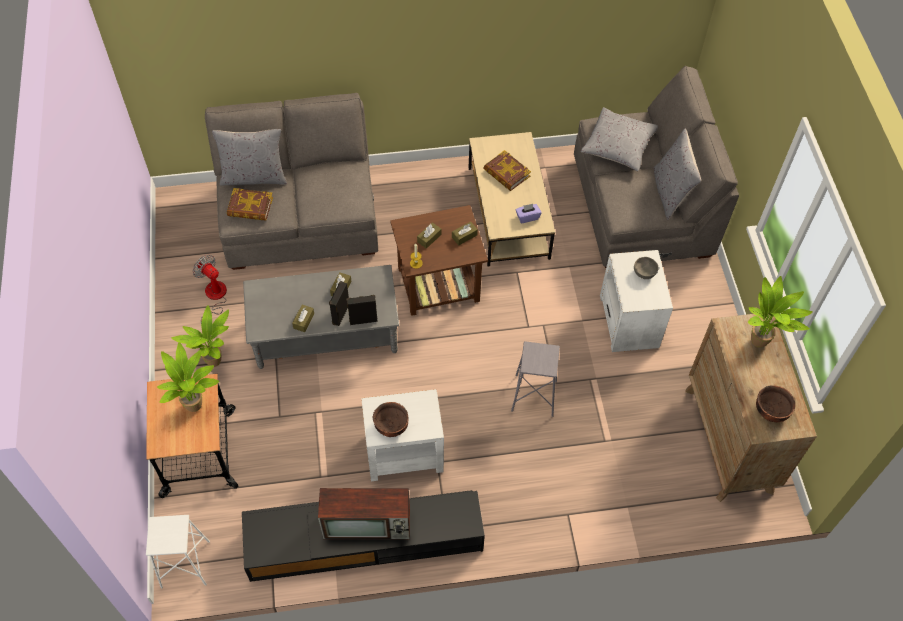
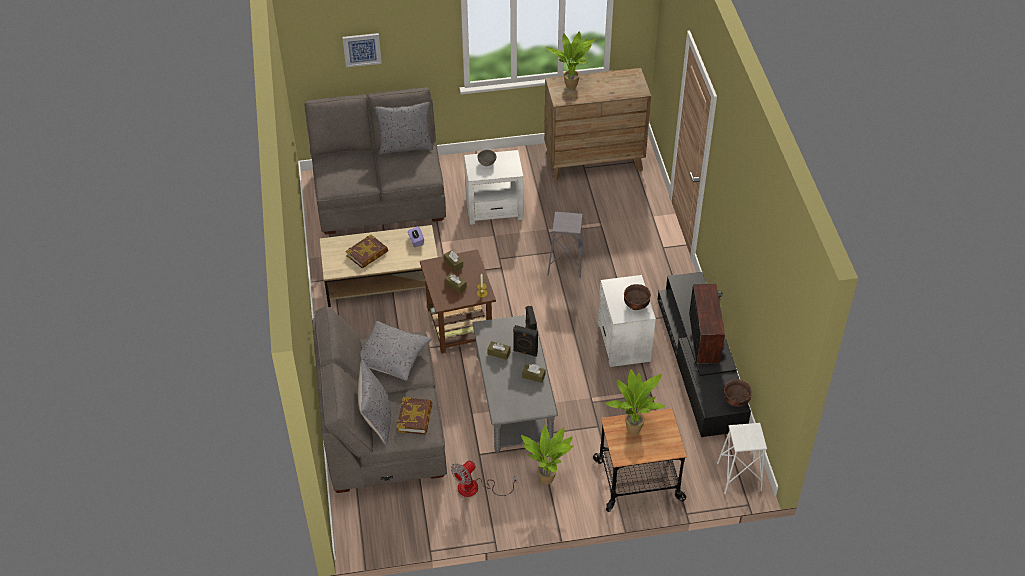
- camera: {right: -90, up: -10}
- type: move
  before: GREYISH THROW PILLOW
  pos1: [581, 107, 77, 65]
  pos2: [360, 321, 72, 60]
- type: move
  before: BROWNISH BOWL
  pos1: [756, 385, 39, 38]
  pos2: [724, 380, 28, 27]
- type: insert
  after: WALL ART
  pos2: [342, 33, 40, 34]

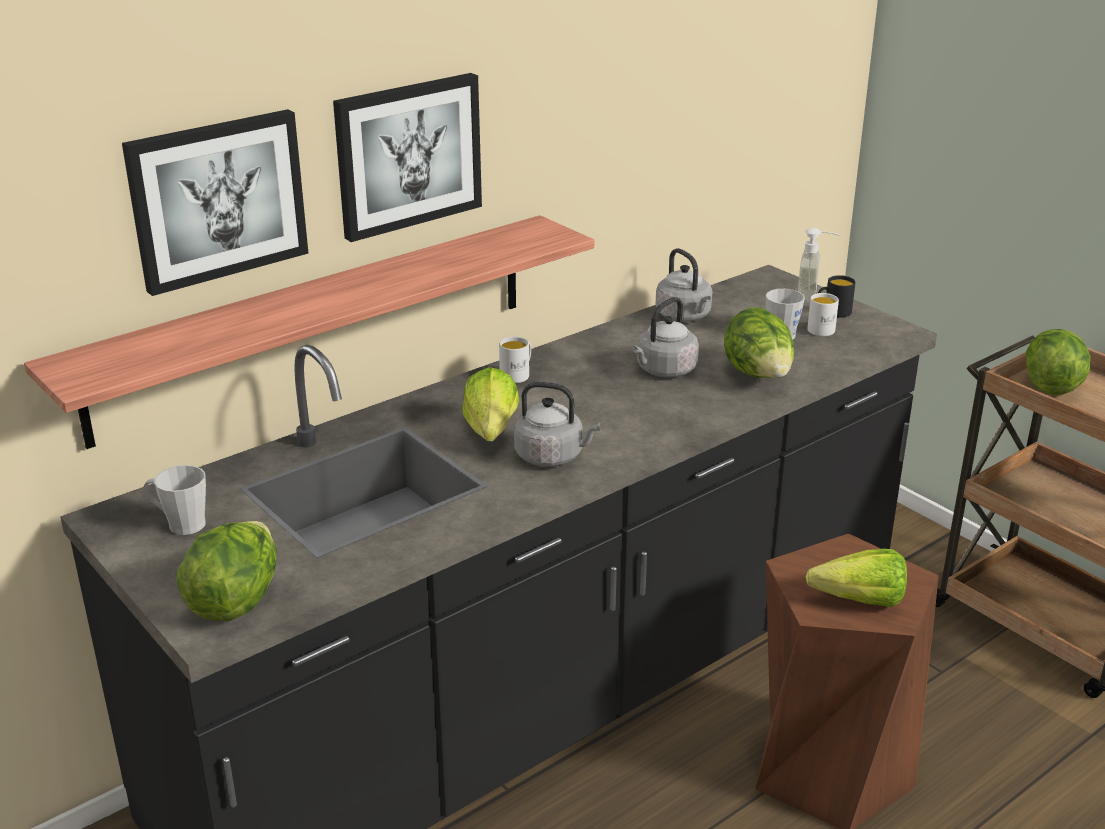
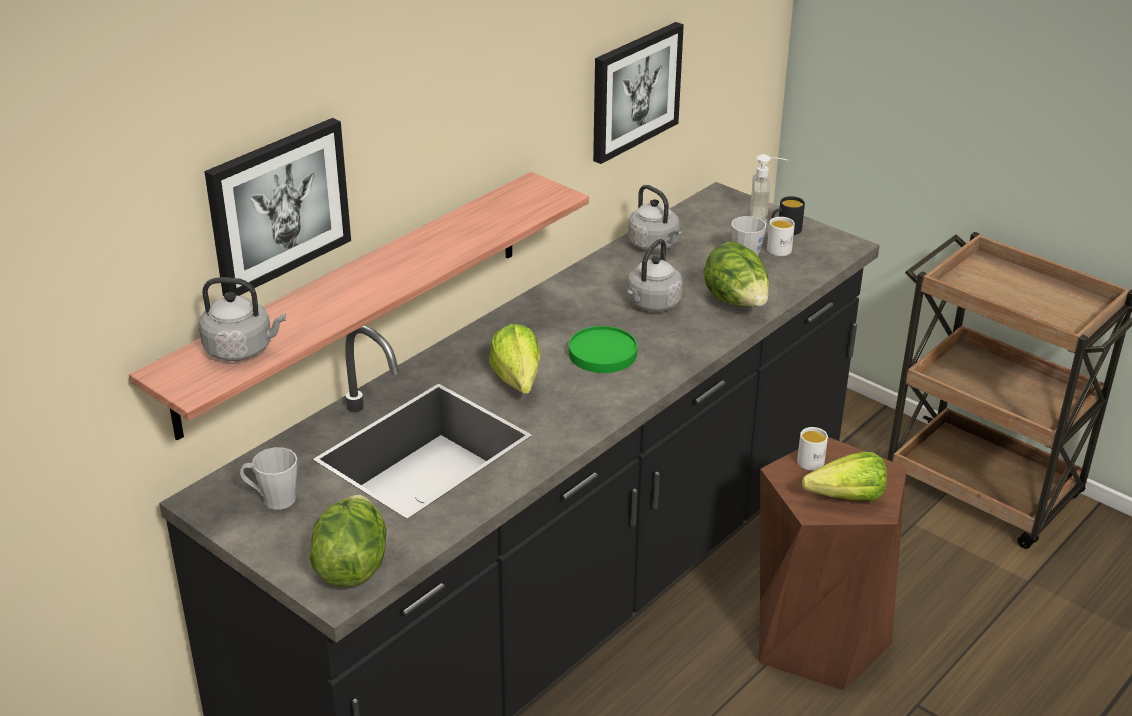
- camera: {right: -10, up: 5}
- type: move
  before: WALL ART
  pos1: [333, 73, 149, 169]
  pos2: [593, 22, 91, 142]
- type: move
  before: WHITE COFFEE MUG
  pos1: [499, 337, 32, 46]
  pos2: [797, 427, 31, 44]
- type: move
  before: GREYISH TEA KETTLE
  pos1: [514, 382, 86, 85]
  pos2: [199, 277, 87, 84]
- type: delete
  before: HEAD OF LETTUCE
  pos1: [1026, 329, 65, 66]
- type: insert
  after: GREEN PLATE
  pos2: [569, 326, 68, 47]

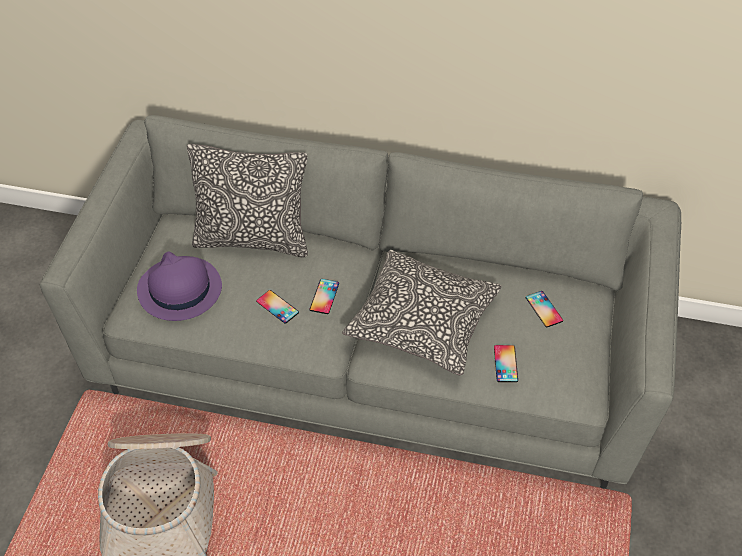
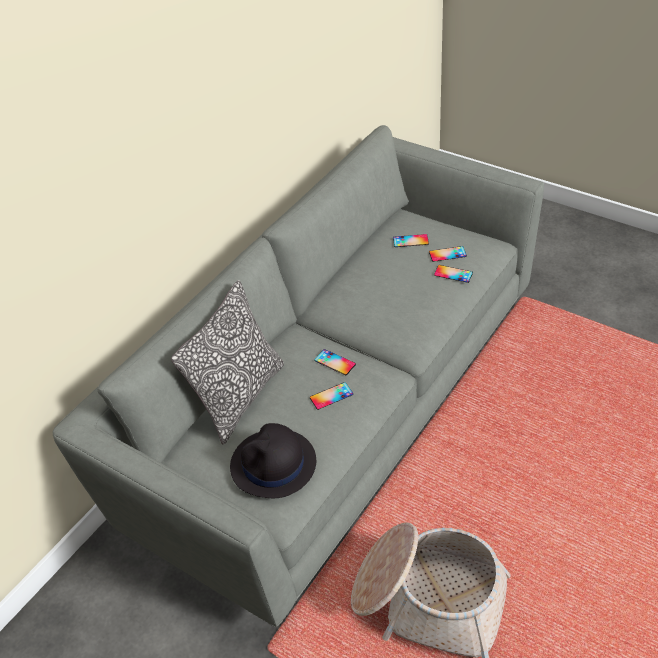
- camera: {right: -65, up: -5}
- type: recolor
  before: PURPLISH CLOTHING HAT
  after: BLACK CLOTHING HAT
  pos1: [137, 252, 85, 69]
  pos2: [230, 423, 86, 75]
- type: delete
  before: THROW PILLOW
  pos1: [342, 250, 159, 125]
- type: insert
  after: PHONE
  pos2: [429, 246, 38, 16]

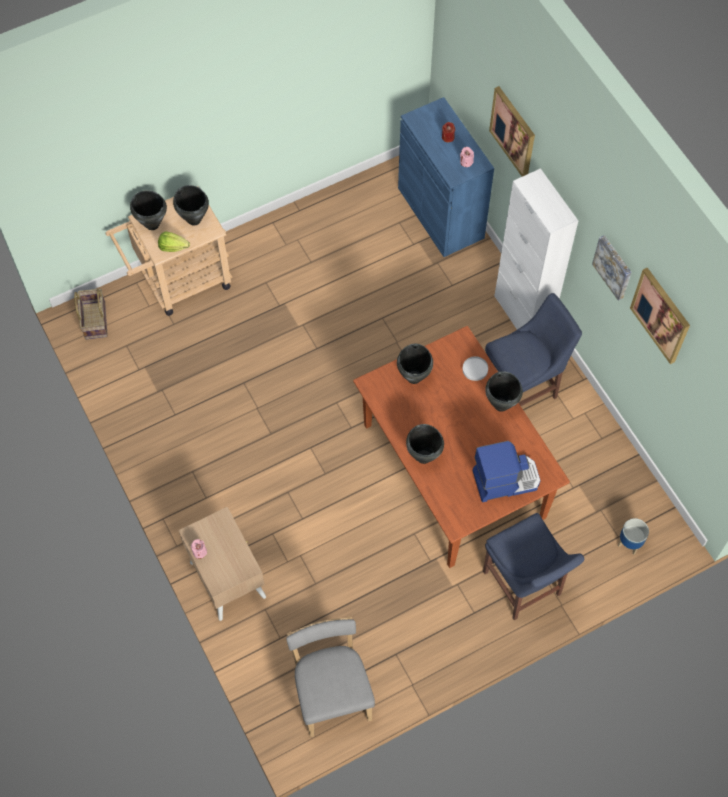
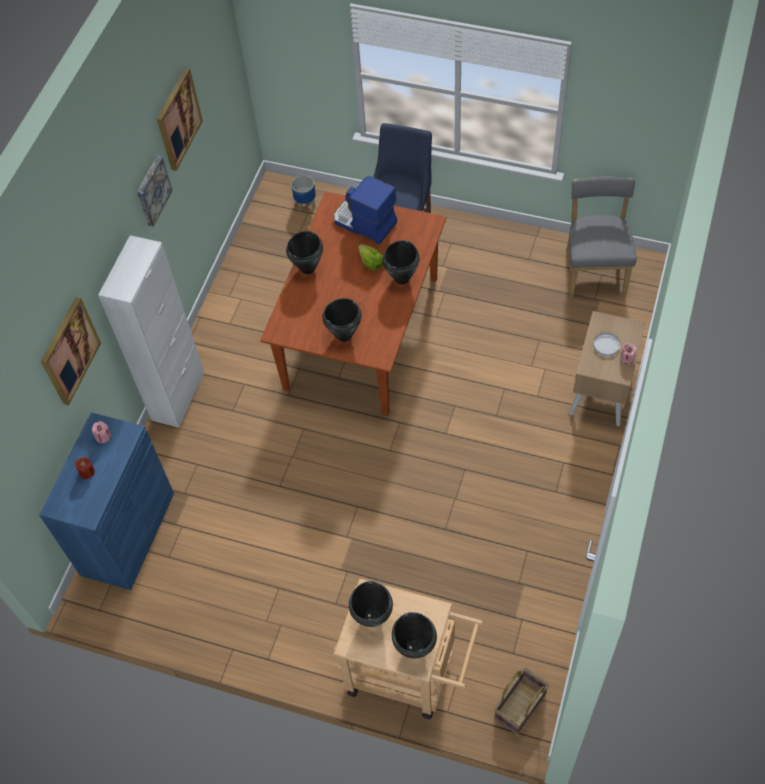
- camera: {right: -130, up: -5}
- type: move
  before: HEAD OF LETTUCE
  pos1: [158, 232, 32, 20]
  pos2: [358, 244, 25, 26]
- type: rotate
  before: GREYISH UPRIGHT CHAIR
  pos1: [286, 616, 89, 121]
  pos2: [566, 177, 71, 120]
  turn: 150
- type: move
  before: WHITE PLATE
  pos1: [463, 356, 25, 25]
  pos2: [593, 332, 28, 25]
- type: delete
  before: BLUISH UPRIGHT CHAIR
  pos1: [485, 293, 97, 113]

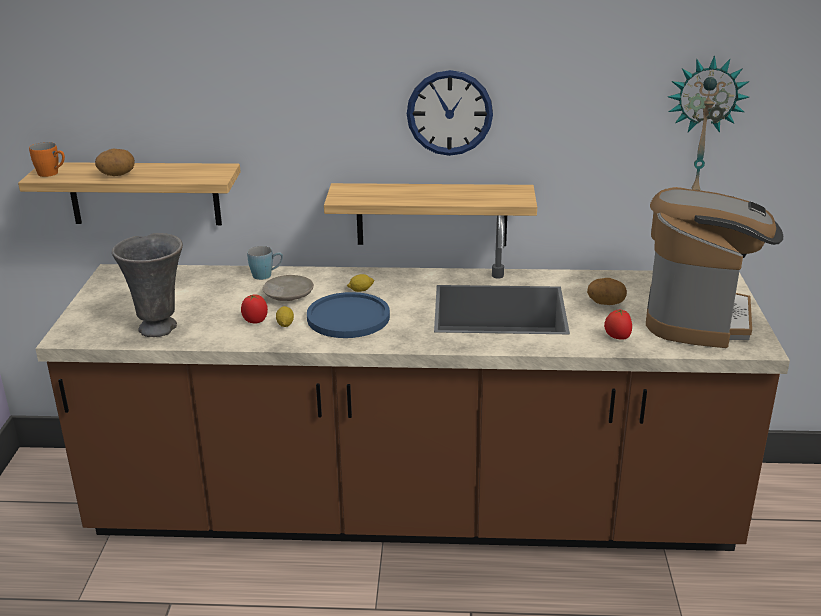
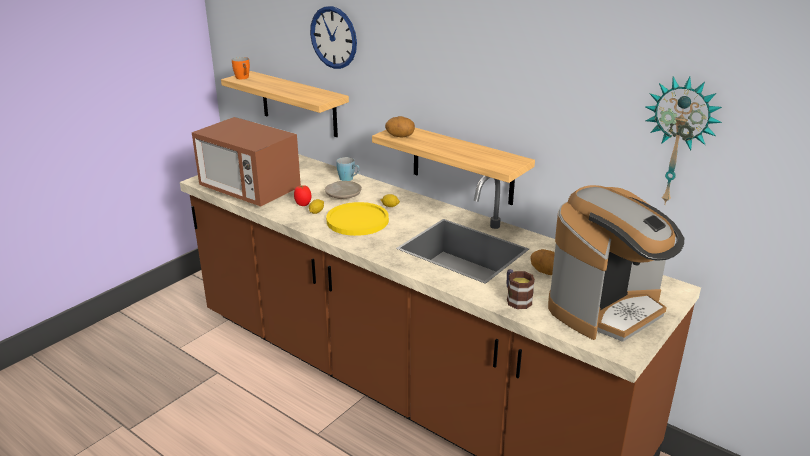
- camera: {right: 35, up: 0}
- type: move
  before: POTATO
  pos1: [95, 148, 40, 28]
  pos2: [385, 116, 30, 21]
- type: replace
  before: GREYISH DECORATIVE VASE
  after: MICROWAVE
  pos1: [112, 233, 71, 104]
  pos2: [192, 117, 109, 90]
- type: recolor
  before: BLUISH PLATE
  after: YELLOW PLATE
  pos1: [307, 292, 83, 46]
  pos2: [326, 202, 63, 34]
- type: move
  before: WALL CLOCK
  pos1: [407, 70, 86, 86]
  pos2: [310, 6, 47, 63]
- type: replace
  before: WHOLE TOMATO
  after: COFFEE MUG
  pos1: [604, 310, 28, 30]
  pos2: [506, 269, 29, 40]

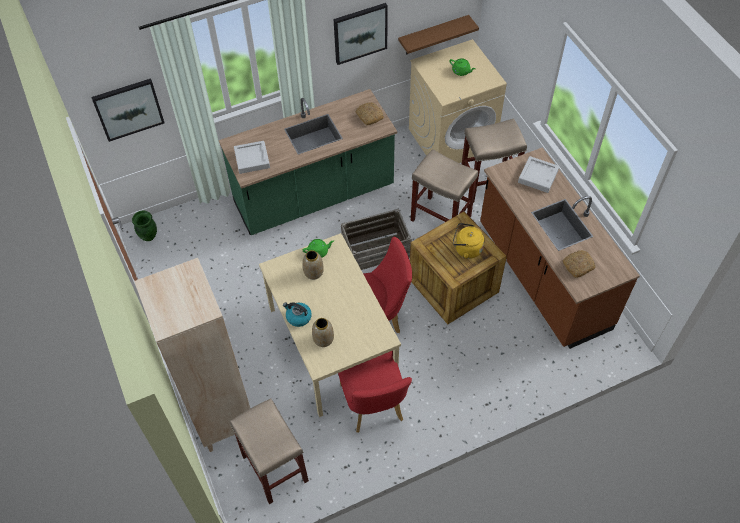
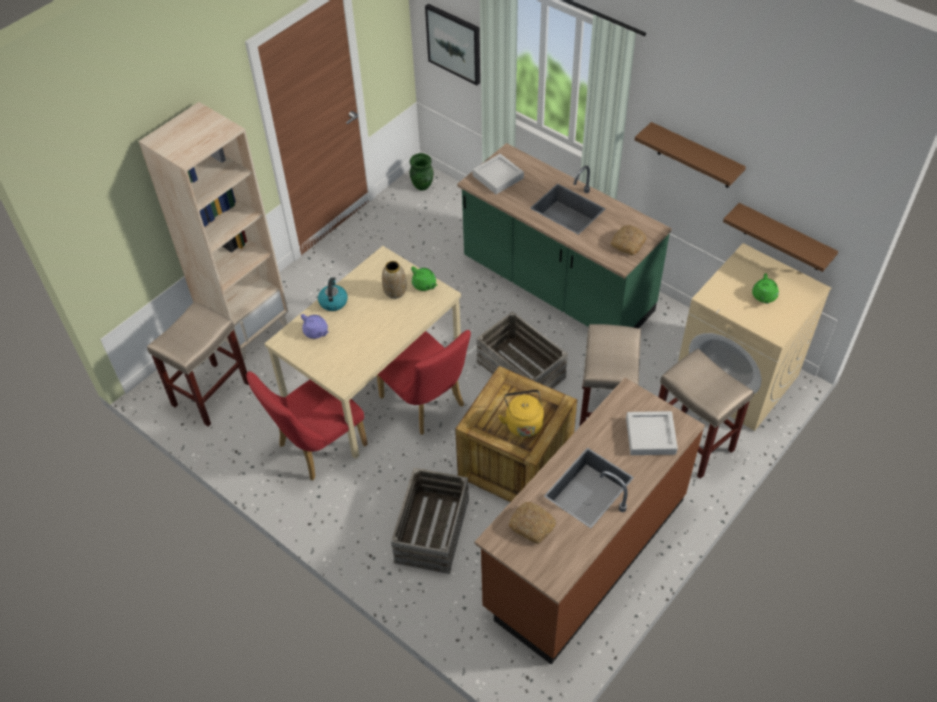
- camera: {right: 65, up: -5}
- type: replace
  before: DECORATIVE VASE
  after: PURPLISH POT FOR TEA
  pos1: [312, 318, 22, 29]
  pos2: [301, 314, 28, 25]
- type: replace
  before: WALL ART
  after: BROWNISH SHELF
  pos1: [334, 3, 54, 62]
  pos2: [635, 122, 111, 66]
- type: insert
  after: SHIPPING CRATE
  pos2: [391, 468, 78, 106]

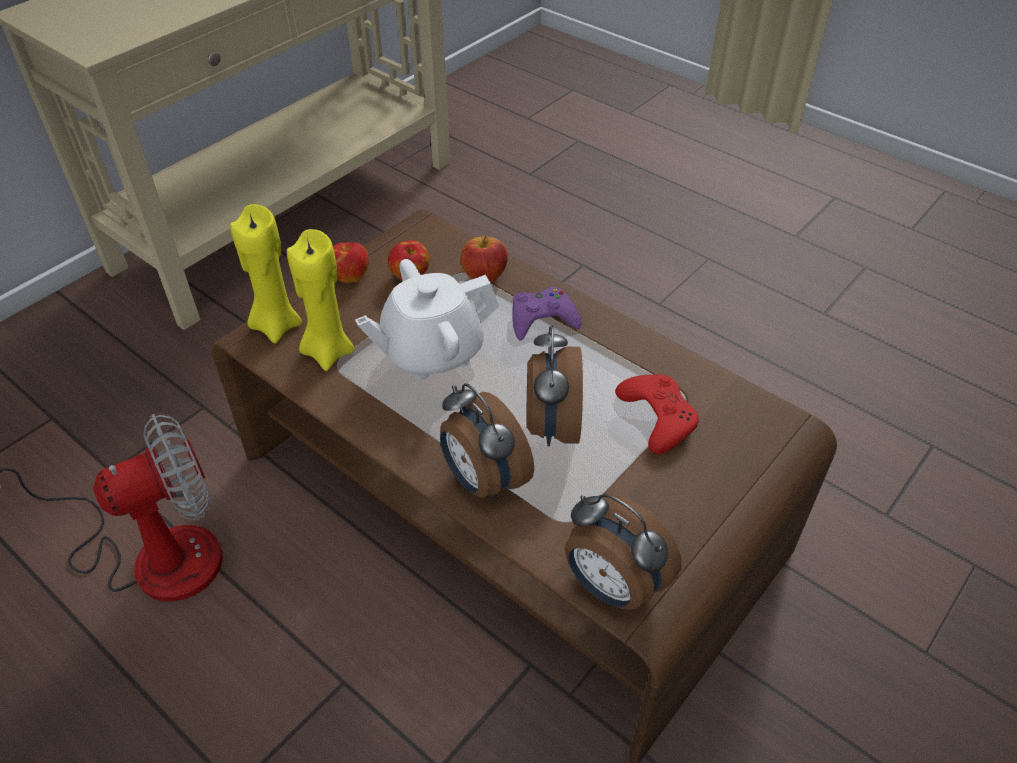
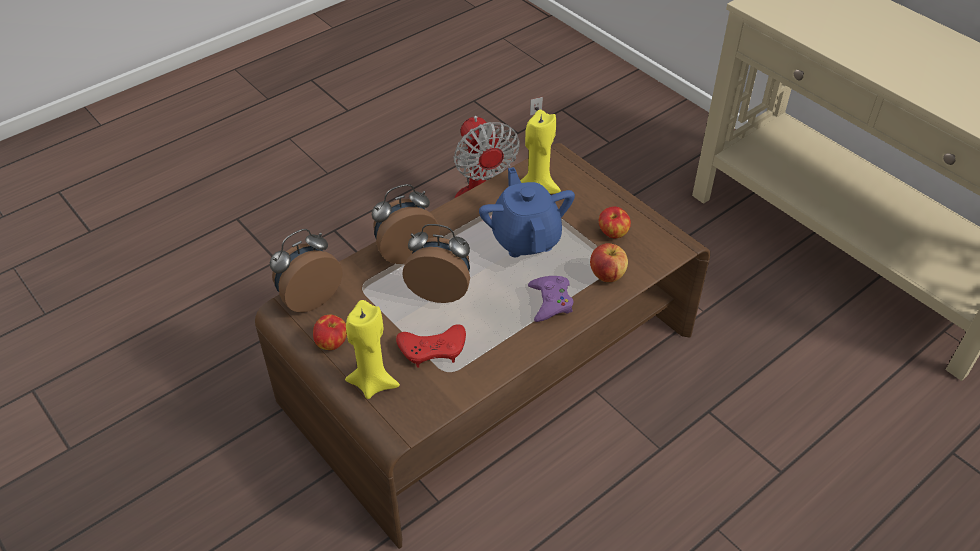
- camera: {right: 100, up: 0}
- type: move
  before: YELLOW WAX LIGHT
  pos1: [230, 204, 72, 139]
  pos2: [345, 300, 55, 99]
- type: move
  before: APPLE
  pos1: [333, 242, 36, 41]
  pos2: [313, 315, 34, 35]
- type: recolor
  before: WHITE POT FOR TEA
  after: BLUISH POT FOR TEA
  pos1: [355, 259, 144, 121]
  pos2: [479, 167, 96, 90]

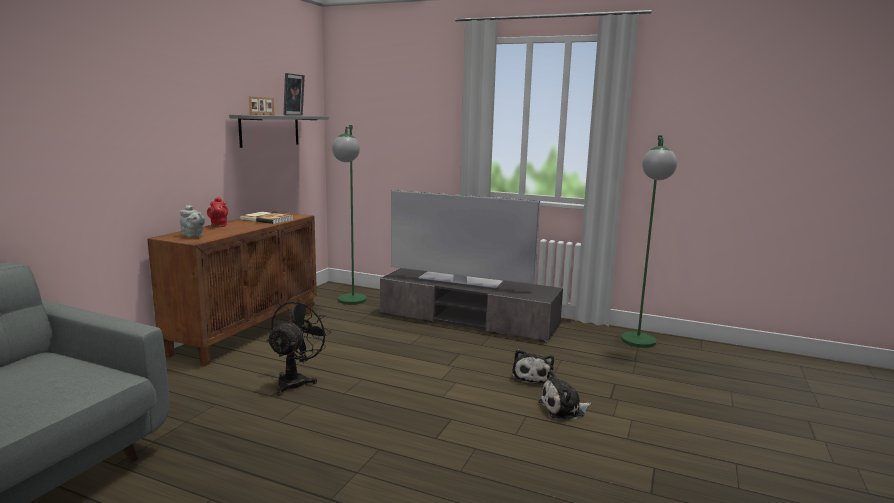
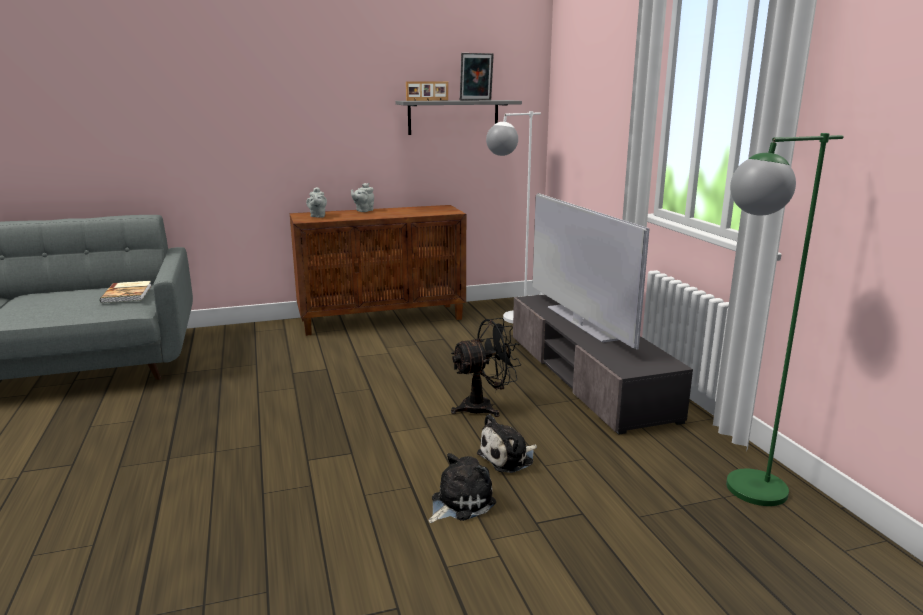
- camera: {right: 50, up: 5}
- type: recolor
  before: REDDISH POT FOR TEA
  after: GREYISH POT FOR TEA
  pos1: [207, 197, 21, 30]
  pos2: [351, 183, 23, 29]
- type: move
  before: VOLUME
  pos1: [240, 212, 53, 12]
  pos2: [100, 281, 52, 22]
- type: move
  before: BLACK ELECTRIC FAN
  pos1: [267, 299, 64, 97]
  pos2: [451, 318, 70, 99]
- type: recolor
  before: GREEN FLOOR LAMP
  after: WHITE FLOOR LAMP
  pos1: [332, 125, 35, 180]
  pos2: [486, 111, 55, 212]
- type: rotate
  before: PLUSH TOY
  pos1: [538, 370, 53, 50]
  pos2: [429, 453, 67, 70]
  turn: 105

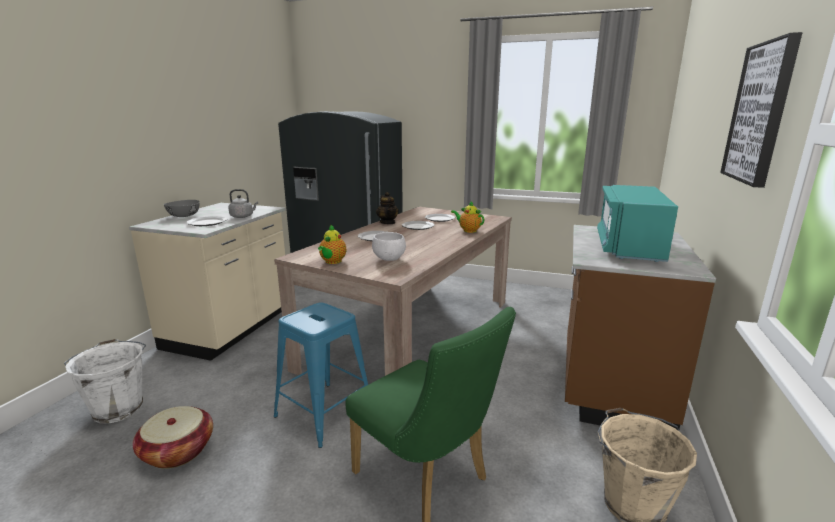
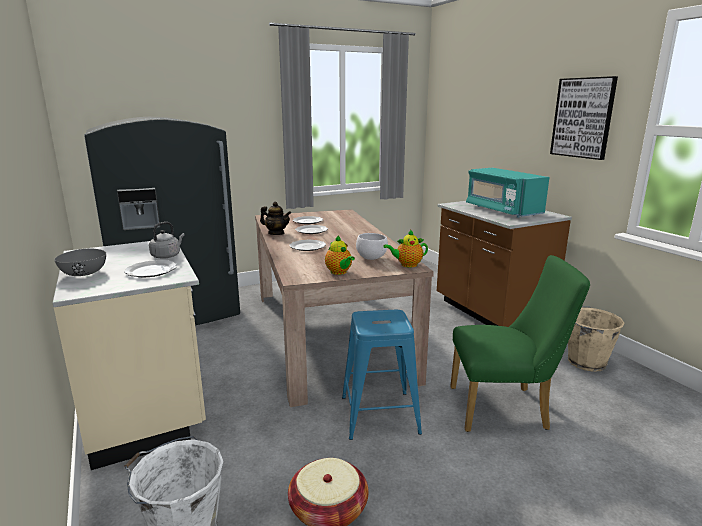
- camera: {right: -45, up: 0}
- type: move
  before: POT FOR TEA
  pos1: [451, 201, 33, 32]
  pos2: [383, 230, 45, 37]

